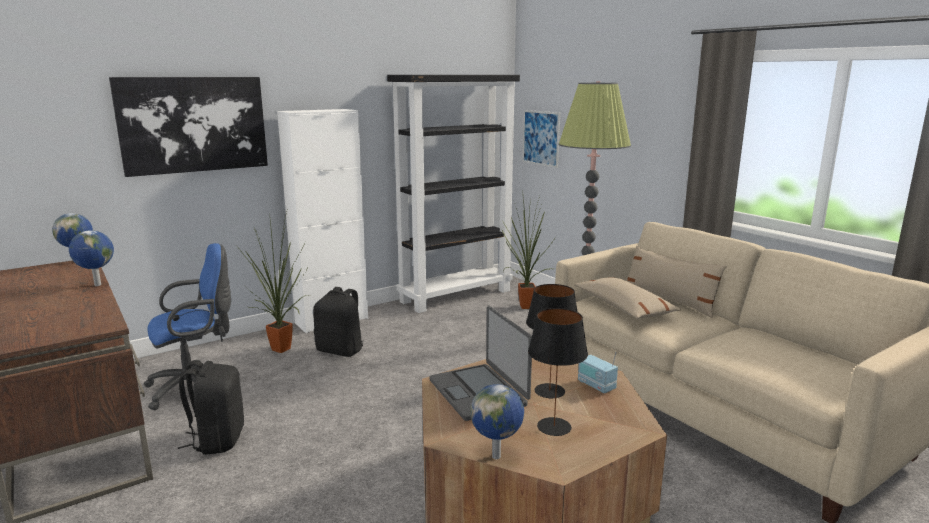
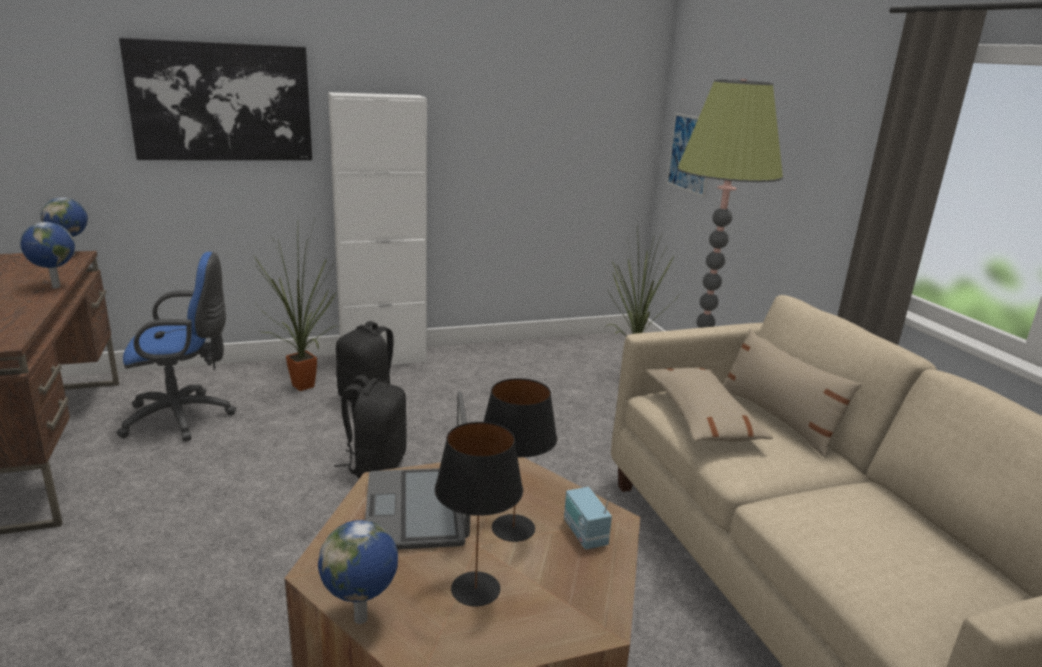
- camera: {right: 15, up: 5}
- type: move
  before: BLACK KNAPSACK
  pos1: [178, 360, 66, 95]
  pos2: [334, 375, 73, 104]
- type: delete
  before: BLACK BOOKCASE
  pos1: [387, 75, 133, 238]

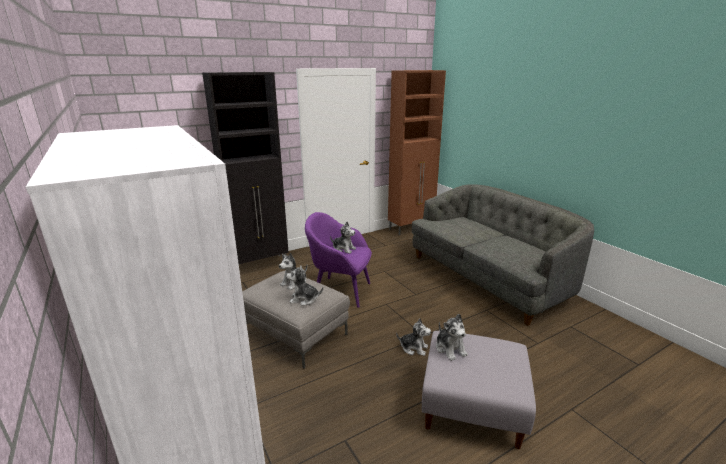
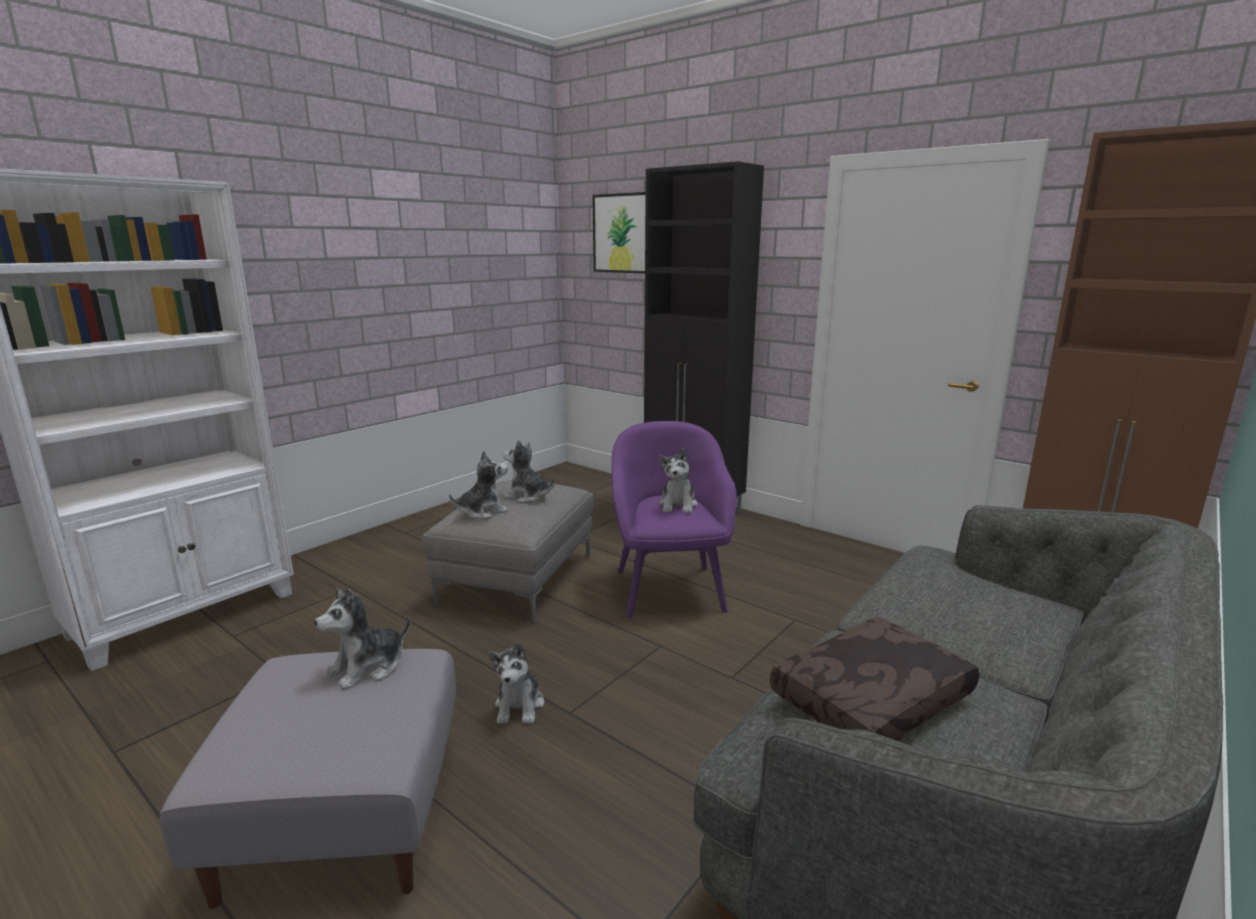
- camera: {right: 70, up: -5}
- type: rotate
  before: PLUSH TOY
  pos1: [286, 265, 37, 41]
  pos2: [449, 451, 59, 68]
  turn: 75
- type: insert
  after: WALL ART
  pos2: [592, 192, 54, 82]
- type: insert
  after: BROWNISH THROW PILLOW
  pos2: [770, 617, 209, 124]

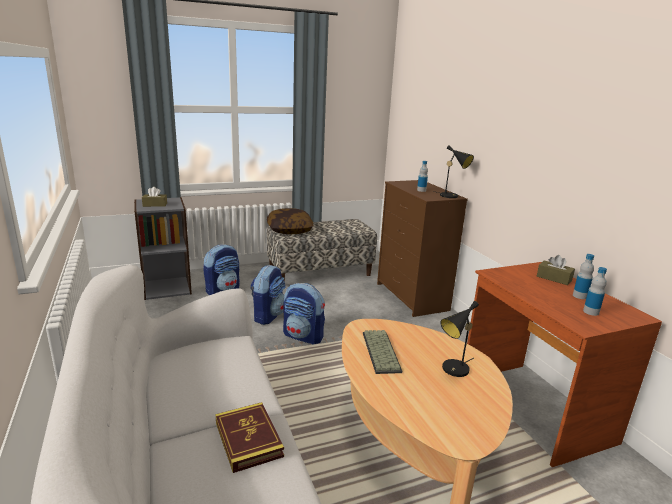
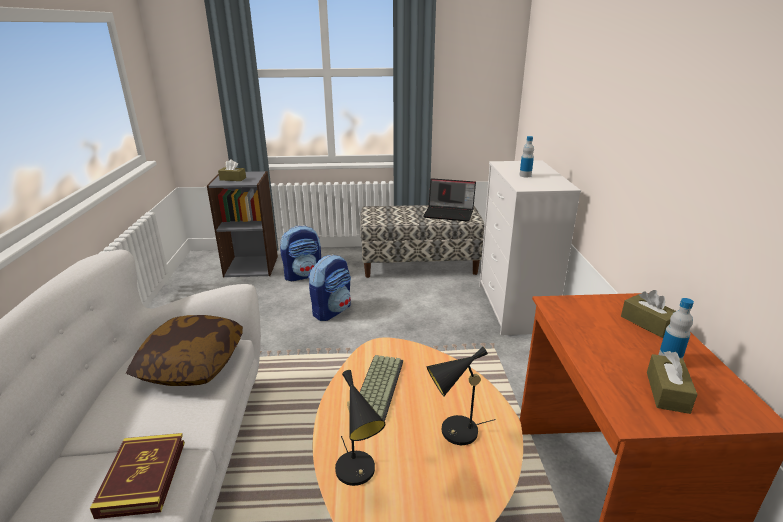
- camera: {right: 20, up: 5}
- type: move
  before: THROW PILLOW
  pos1: [267, 208, 46, 26]
  pos2: [126, 315, 117, 71]
- type: delete
  before: KNAPSACK
  pos1: [283, 283, 42, 62]
- type: recolor
  before: BROWNISH DRAWER CHEST
  after: WHITE DRAWER CHEST
  pos1: [377, 180, 91, 137]
  pos2: [479, 160, 102, 175]
- type: move
  before: BLACK TABLETOP LAMP
  pos1: [433, 145, 41, 53]
  pos2: [335, 370, 50, 116]
- type: replace
  before: BEVERAGE BOTTLE
  after: BROWNISH BOX OF TISSUES
  pos1: [583, 267, 24, 49]
  pos2: [647, 351, 51, 63]
- type: insert
  after: LAPTOP
  pos2: [423, 178, 53, 44]

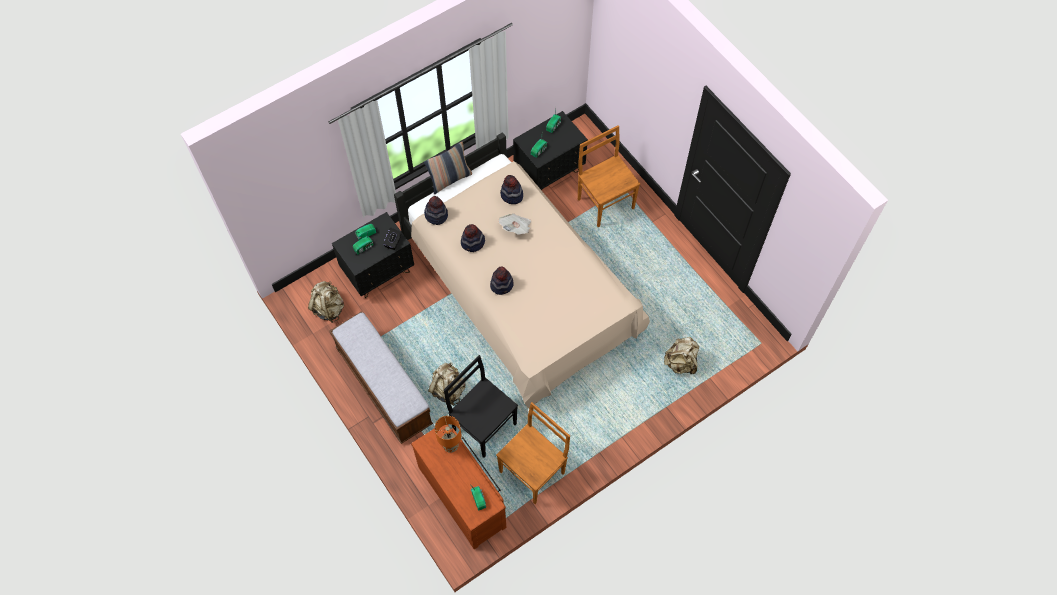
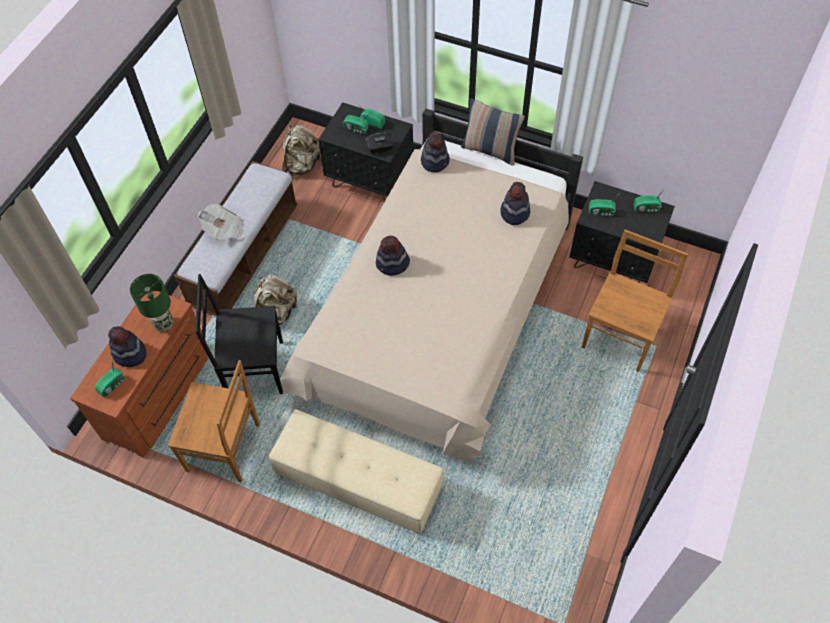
- camera: {right: 60, up: -5}
- type: recolor
  before: ORANGE TABLETOP LAMP
  after: GREEN TABLETOP LAMP
  pos1: [435, 416, 26, 37]
  pos2: [130, 274, 43, 57]
- type: rotate
  before: BLACK UPRIGHT CHAIR
  pos1: [444, 355, 74, 102]
  pos2: [195, 274, 88, 120]
  turn: -105
- type: move
  before: CLOTHING HAT
  pos1: [461, 224, 24, 28]
  pos2: [108, 326, 38, 41]
- type: move
  before: PRINTED PAPER
  pos1: [499, 213, 32, 22]
  pos2: [198, 204, 46, 37]
- type: delete
  before: SAND-COLOURED KNAPSACK
  pos1: [664, 337, 35, 37]
- type: insert
  after: SAND-COLOURED POUFFE
  pos2: [269, 409, 174, 125]

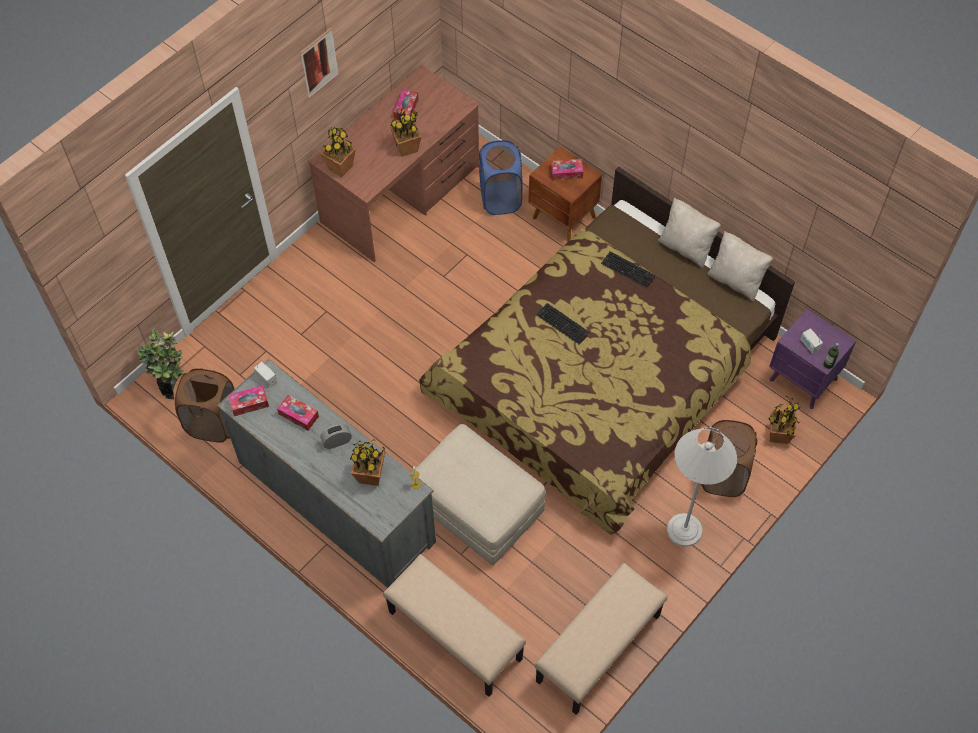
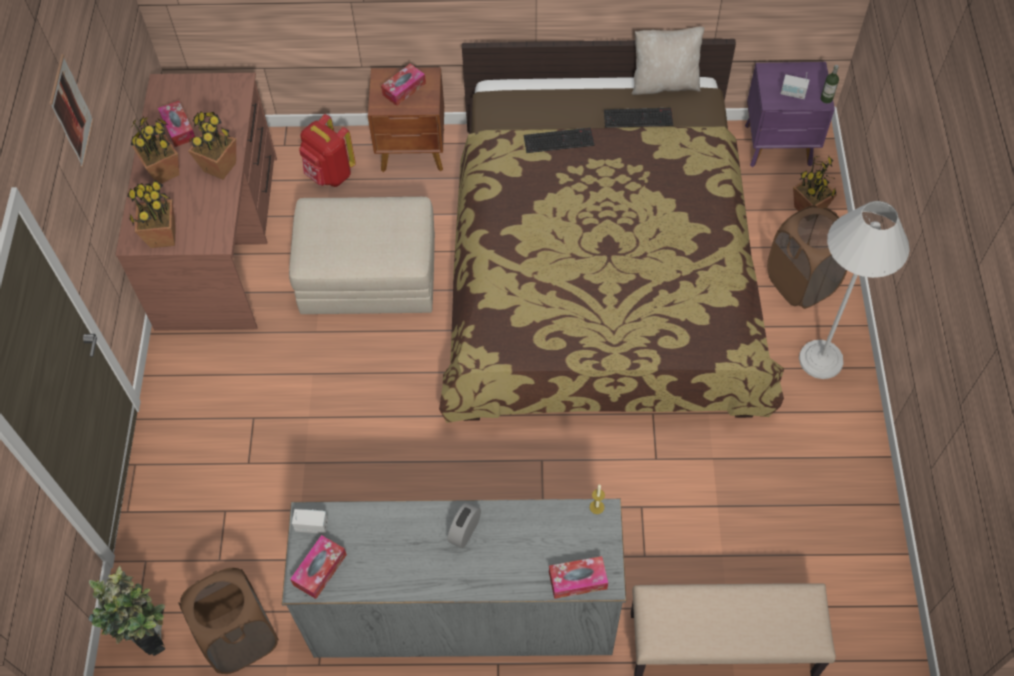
- camera: {right: -40, up: 0}
- type: move
  before: BOX OF TISSUES
  pos1: [277, 395, 42, 35]
  pos2: [549, 556, 59, 43]
- type: move
  before: POTTED PLANT
  pos1: [350, 439, 37, 47]
  pos2: [130, 117, 49, 67]
- type: move
  before: SAND-COLOURED POUFFE
  pos1: [415, 424, 130, 141]
  pos2: [289, 197, 146, 117]
- type: replace
  before: BLUISH HAMPER
  after: REDDISH KNAPSACK
  pos1: [479, 140, 44, 75]
  pos2: [299, 114, 57, 73]
- type: delete
  before: SAND-COLOURED LONG SEAT
  pos1: [534, 563, 134, 152]
- type: move
  before: COMPUTER KEYBOARD
  pos1: [536, 303, 54, 42]
  pos2: [604, 108, 69, 20]
- type: delete
  before: SAND-COLOURED THROW PILLOW
  pos1: [658, 198, 63, 70]

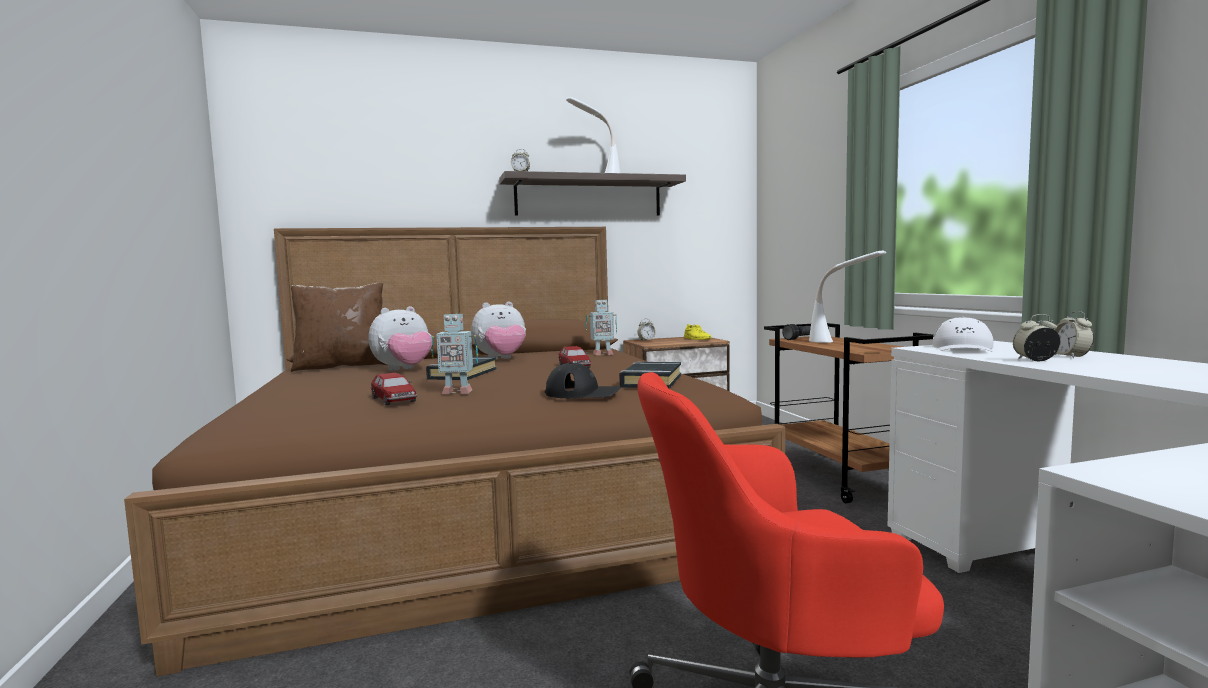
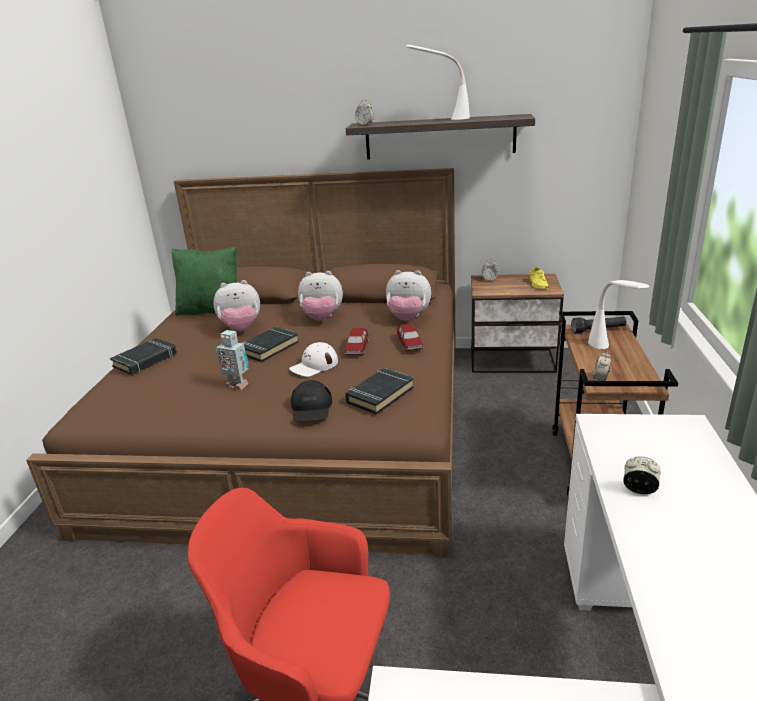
- camera: {right: 25, up: 20}
- type: recolor
  before: BROWNISH THROW PILLOW
  after: GREEN THROW PILLOW
  pos1: [290, 283, 97, 89]
  pos2: [172, 247, 65, 69]
- type: move
  before: TOY CAR
  pos1: [371, 373, 47, 32]
  pos2: [397, 324, 27, 27]
- type: rotate
  before: BLACK PEAKED CAP
  pos1: [545, 363, 76, 35]
  pos2: [291, 380, 41, 41]
  turn: 60
- type: replace
  before: ROBOT FIGURE
  after: PLUSH TOY
  pos1: [585, 300, 32, 55]
  pos2: [386, 270, 45, 51]
- type: move
  before: WHITE PEAKED CAP
  pos1: [933, 317, 61, 35]
  pos2: [289, 342, 49, 35]
- type: move
  before: BEDSIDE CLOCK
  pos1: [1053, 311, 41, 47]
  pos2: [592, 350, 20, 31]
- type: insert
  after: BLACK VOLUME
  pos2: [110, 338, 67, 37]

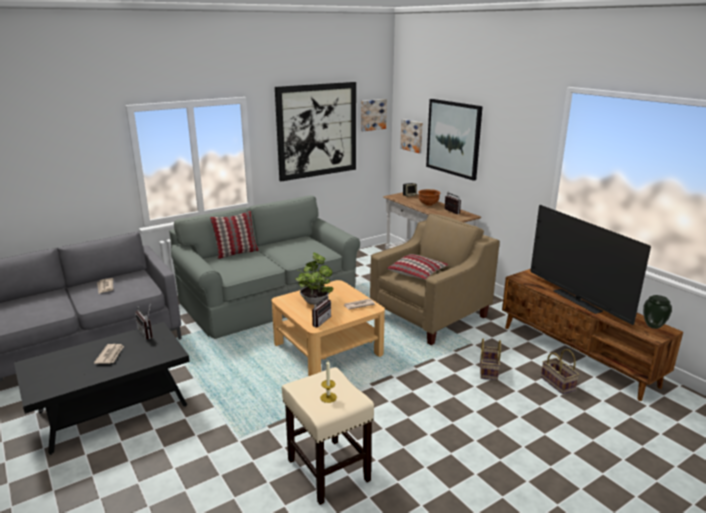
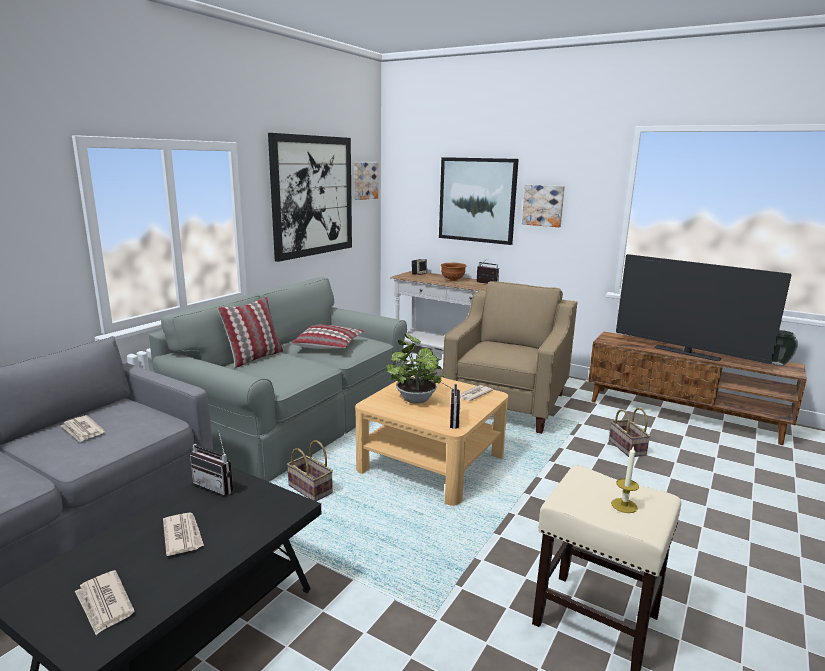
- camera: {right: -25, up: -5}
- type: move
  before: THROW PILLOW
  pos1: [387, 254, 61, 26]
  pos2: [292, 325, 72, 24]
- type: move
  before: WALL ART
  pos1: [400, 119, 23, 34]
  pos2: [522, 185, 43, 42]
- type: move
  before: BASKET
  pos1: [541, 349, 38, 45]
  pos2: [287, 440, 46, 61]
- type: insert
  after: PRINTED PAPER
  pos2: [75, 570, 60, 65]

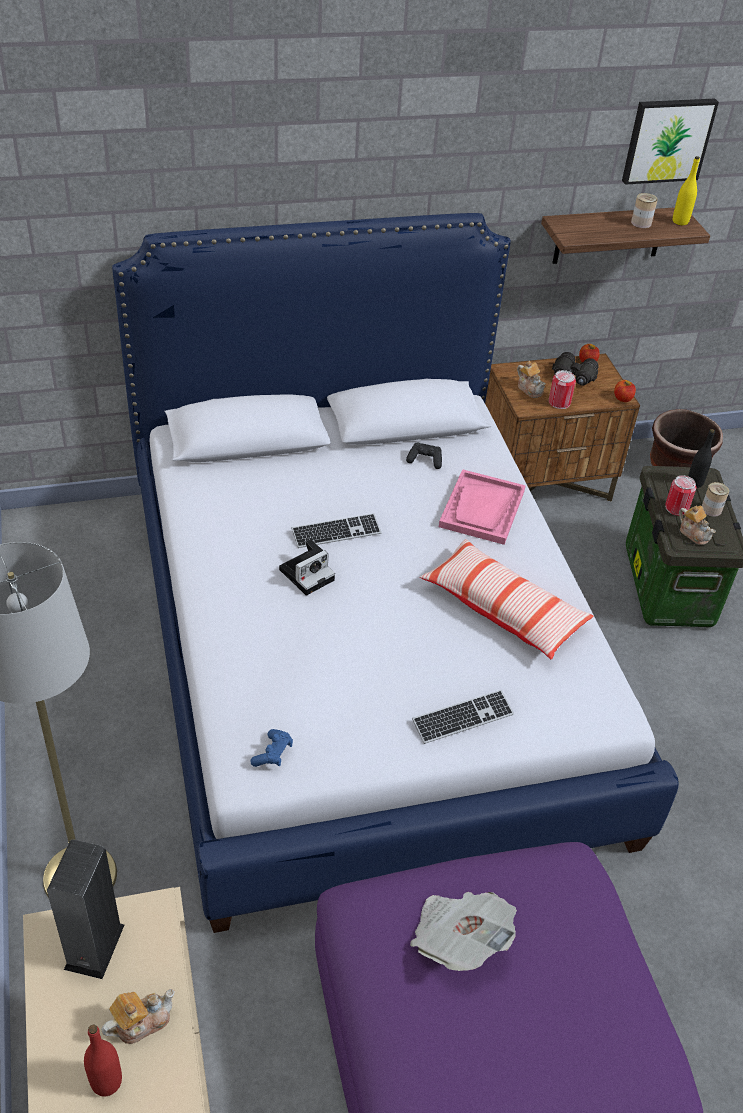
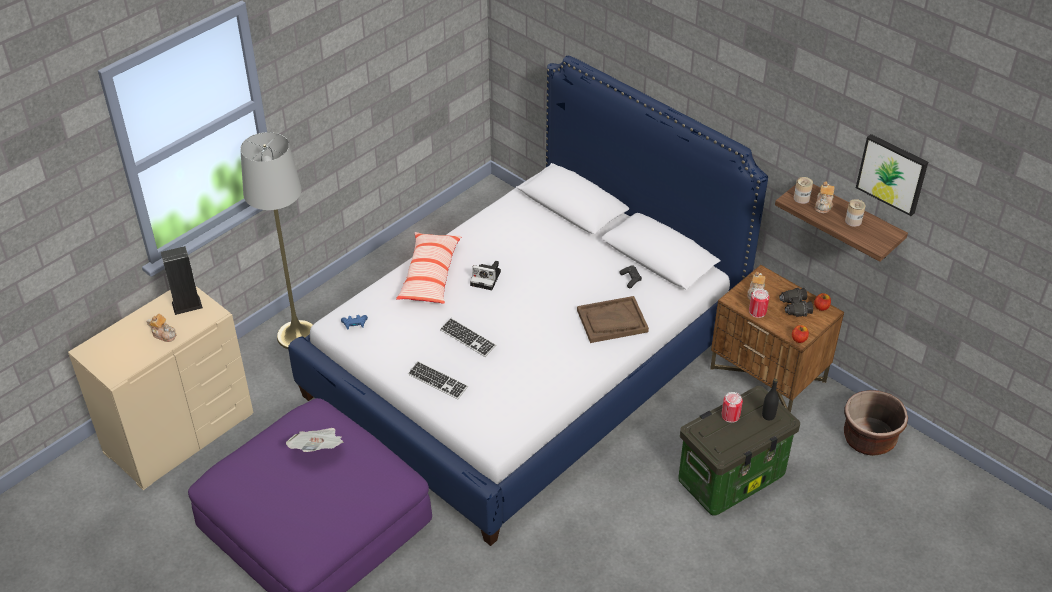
- camera: {right: 60, up: 0}
- type: delete
  before: REDDISH BEVERAGE BOTTLE
  pos1: [84, 1024, 38, 72]
- type: move
  before: COMPUTER KEYBOARD
  pos1: [292, 513, 90, 35]
  pos2: [440, 318, 56, 39]
- type: move
  before: THROW PILLOW
  pos1: [420, 539, 173, 120]
  pos2: [396, 232, 66, 72]
- type: recolor
  before: PINKISH CARRYING TRAY
  after: BROWNISH CARRYING TRAY
  pos1: [439, 469, 87, 76]
  pos2: [577, 296, 72, 47]
- type: delete
  before: YELLOW BEVERAGE BOTTLE
  pos1: [673, 156, 27, 69]
- type: move
  before: POT FOR TEA
  pos1: [679, 506, 37, 39]
  pos2: [815, 181, 20, 32]
- type: move
  before: CAN
  pos1: [702, 482, 27, 35]
  pos2: [794, 177, 19, 27]

